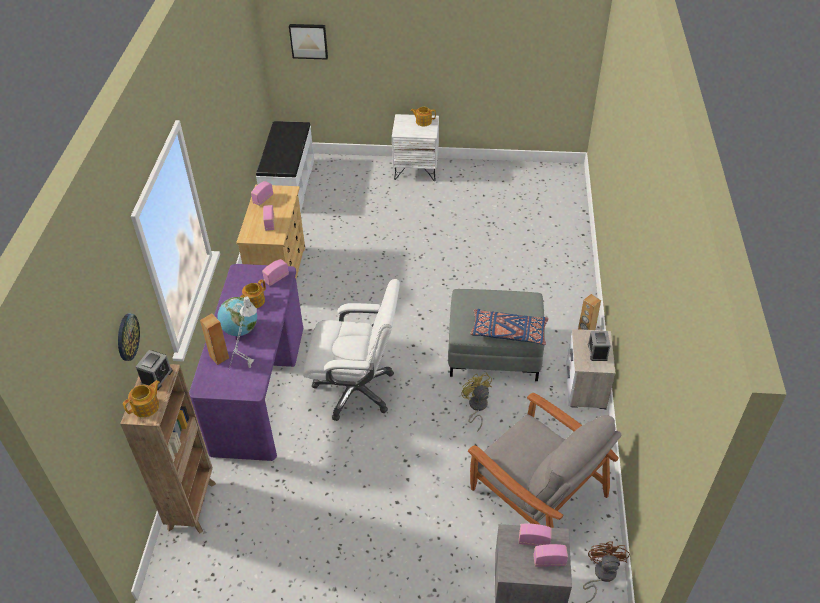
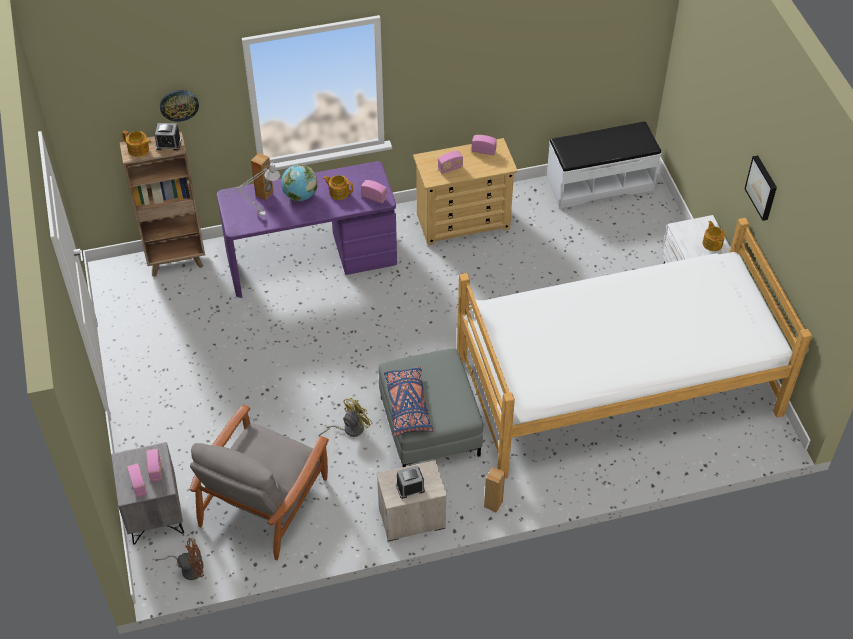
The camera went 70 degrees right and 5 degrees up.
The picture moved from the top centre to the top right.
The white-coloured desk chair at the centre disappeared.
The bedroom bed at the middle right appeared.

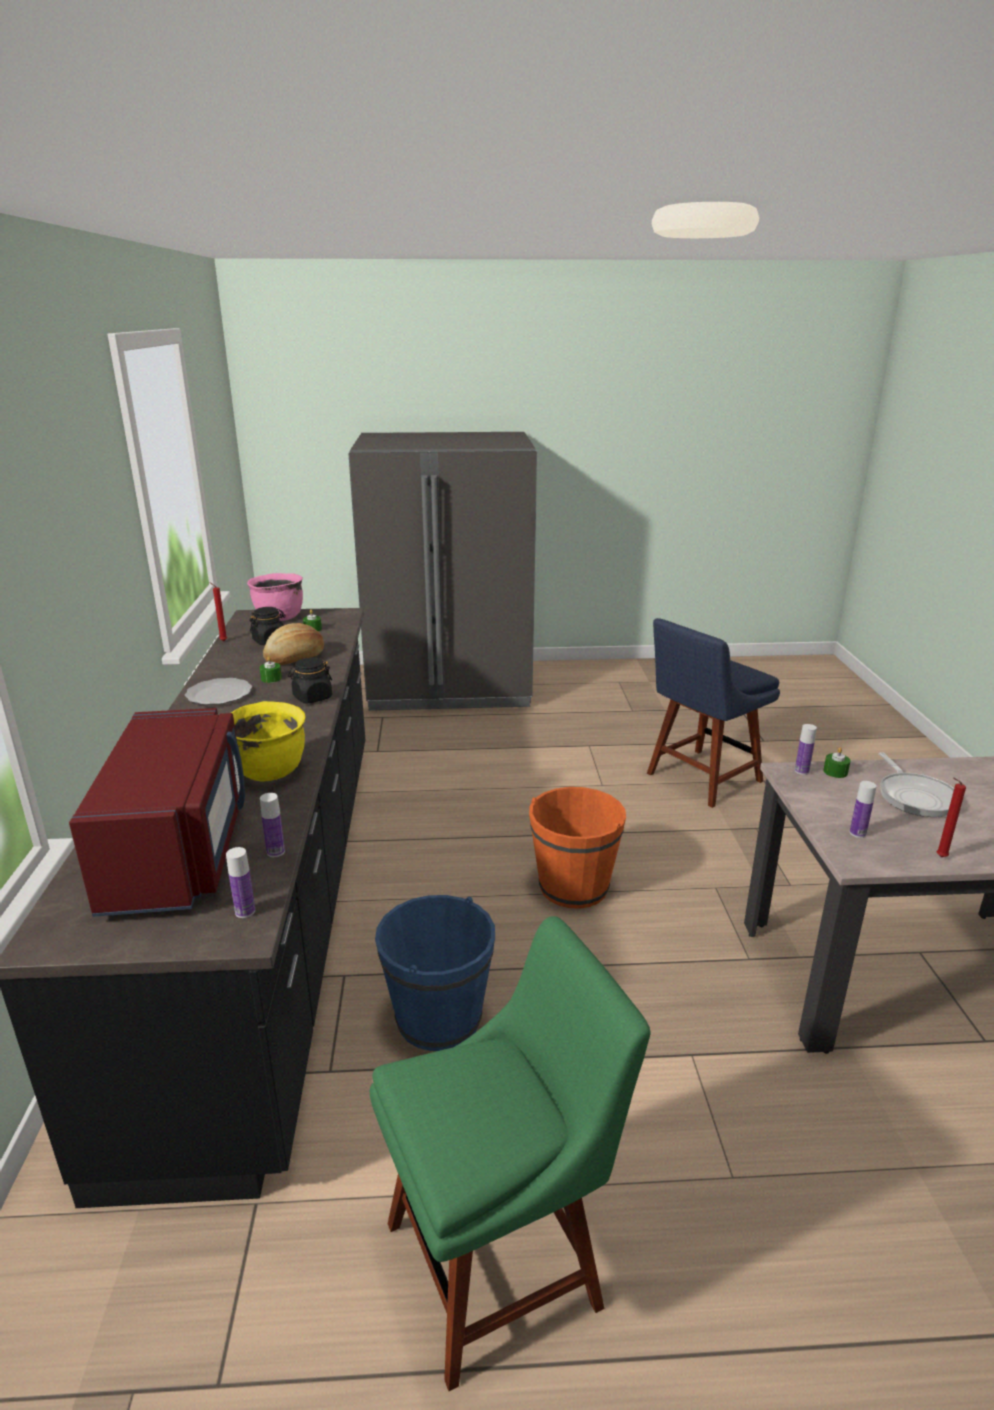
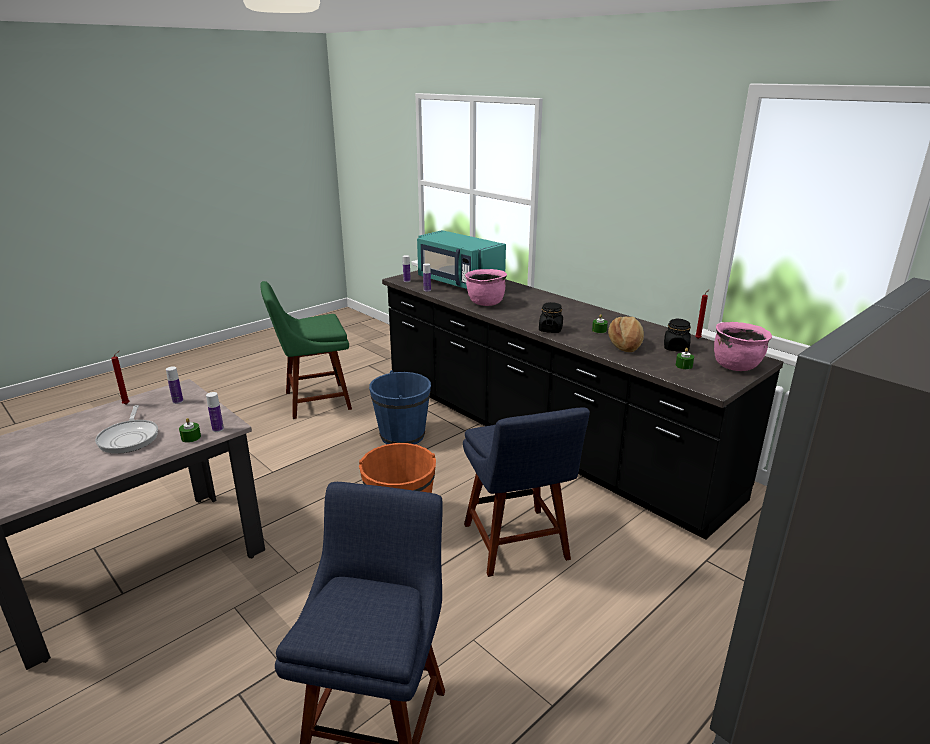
The camera went 140 degrees right and 0 degrees up.
The red microwave at the middle left became the blue-green microwave at the centre.
The dinner plate at the middle left disappeared.
The yellow-coloured saucepot at the middle left became the pink-coloured saucepot (1st from left) at the centre.
The green-coloured upright chair at the bottom centre turned 45 degrees clockwise.
The skillet at the middle right turned 150 degrees counterclockwise.
The bluish upright chair (2nd from left) at the centre appeared.

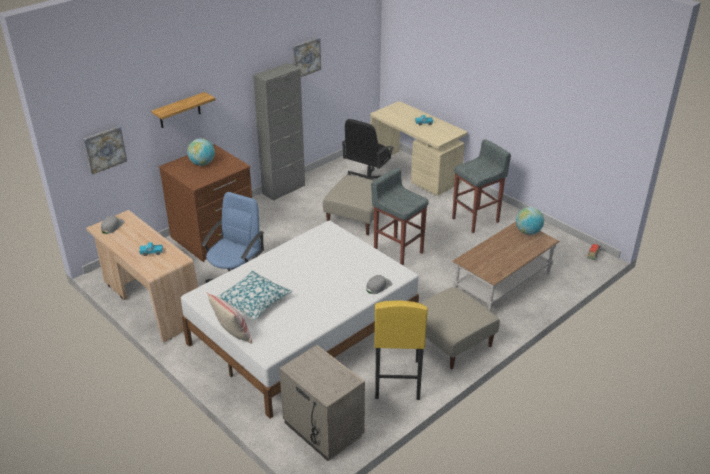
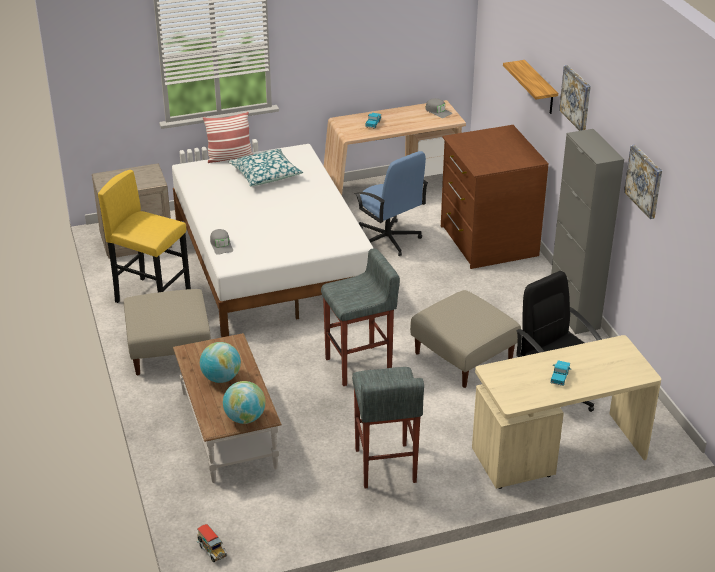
The camera went 115 degrees right and 0 degrees up.
The picture (1st from left) moved from the top left to the top right.
The desk globe (1st from left) moved from the top left to the middle left.

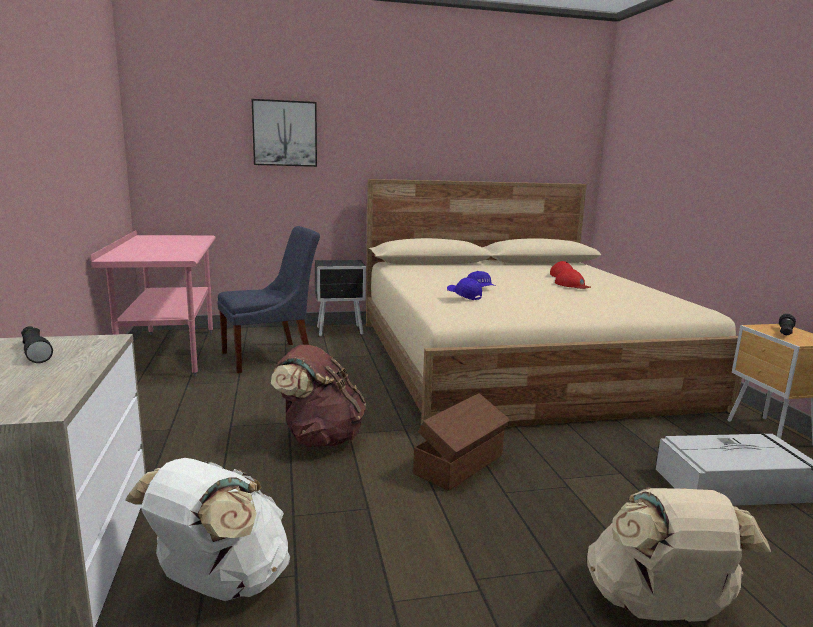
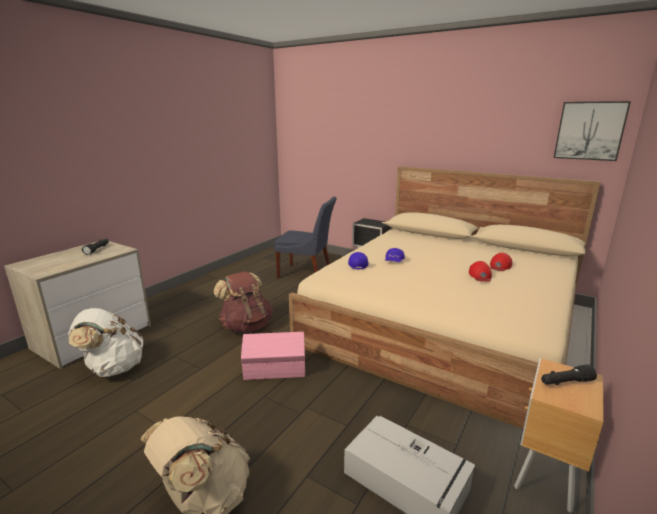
The camera went 45 degrees right and 5 degrees up.
The pink-coloured desk unit at the middle left disappeared.
The picture moved from the top centre to the top right.
The brown-coloured storage bin at the bottom centre became the pink-coloured storage bin at the bottom centre.

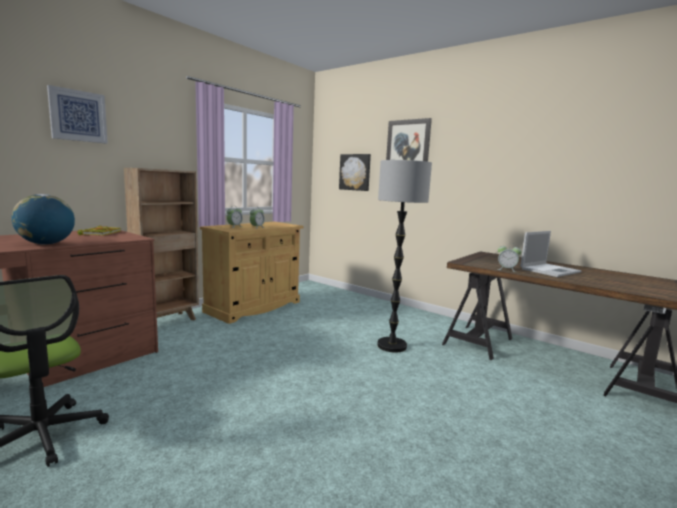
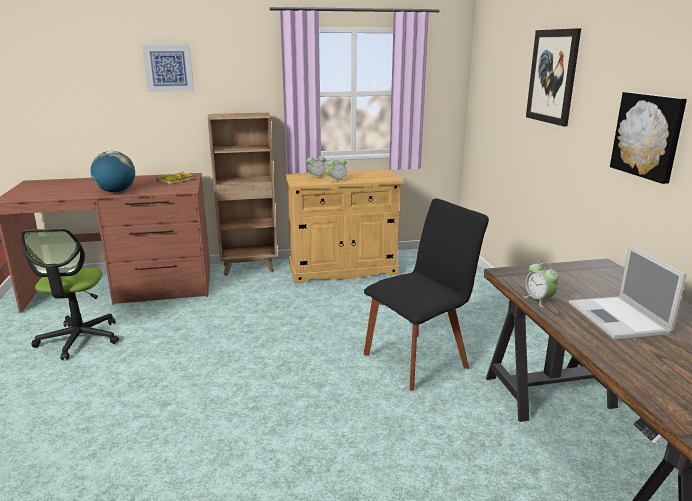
The camera went 40 degrees right and 10 degrees up.
The picture (2nd from left in the first image) moved from the centre to the top right.
The floor lamp at the centre was replaced by the black-coloured upright chair at the centre.
The laptop at the middle right turned 75 degrees clockwise.

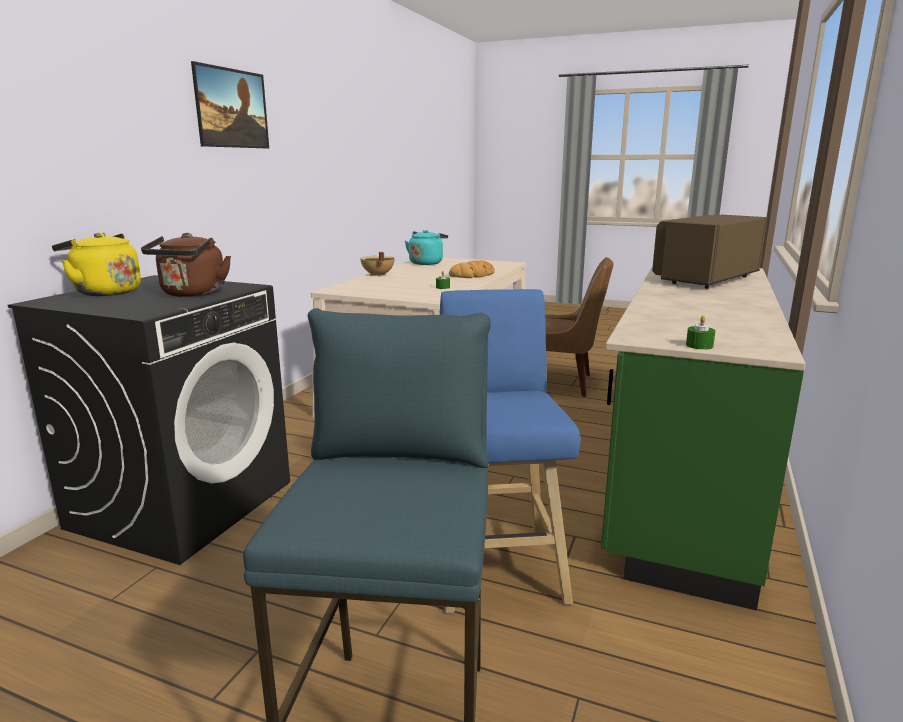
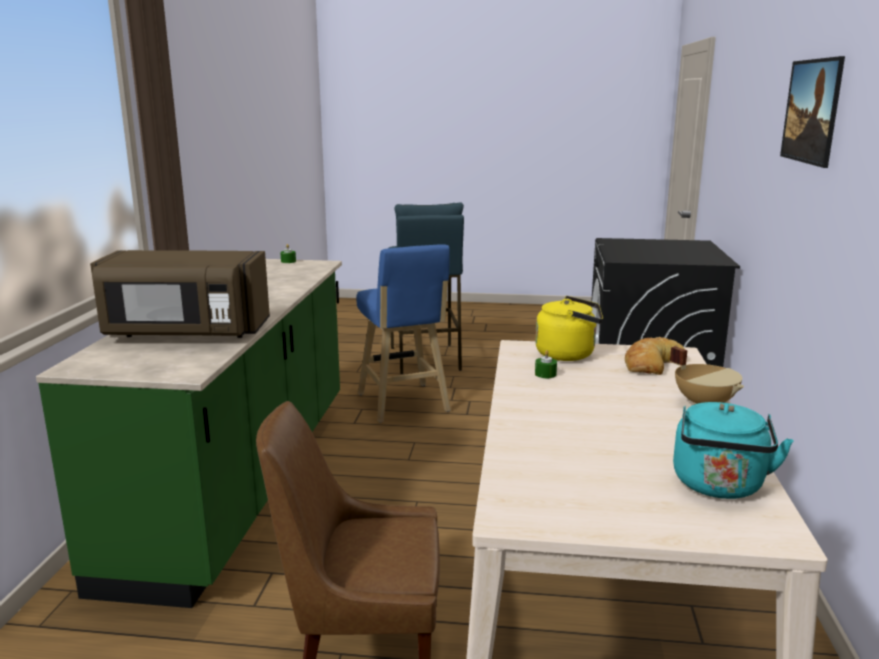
The camera went 165 degrees right and 0 degrees up.
The yellow-coloured kettle moved from the middle left to the centre.
The brown-coloured kettle at the middle left disappeared.
The baked bread moved from the centre to the middle right.
The brown-coloured microwave at the middle right turned 60 degrees clockwise.

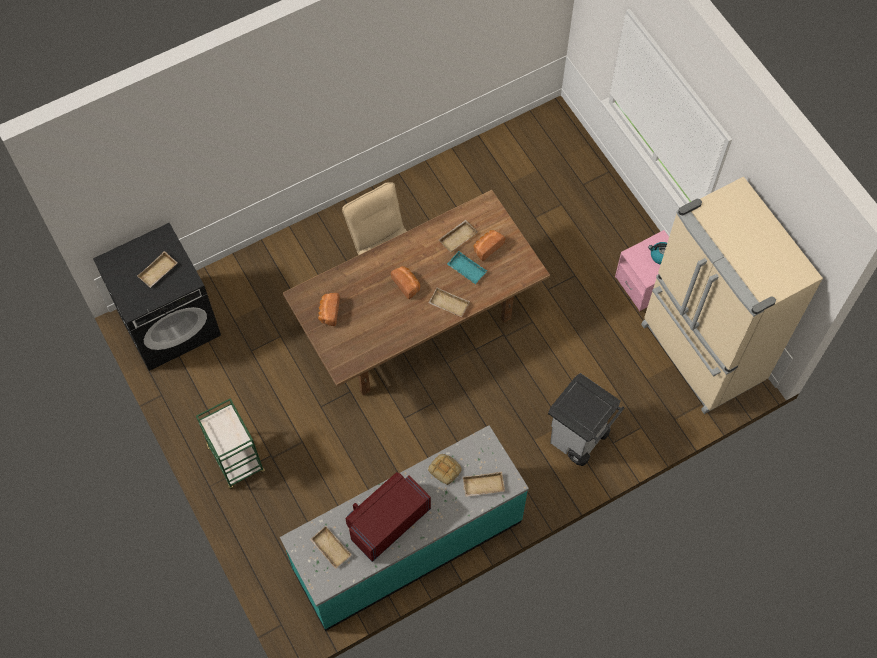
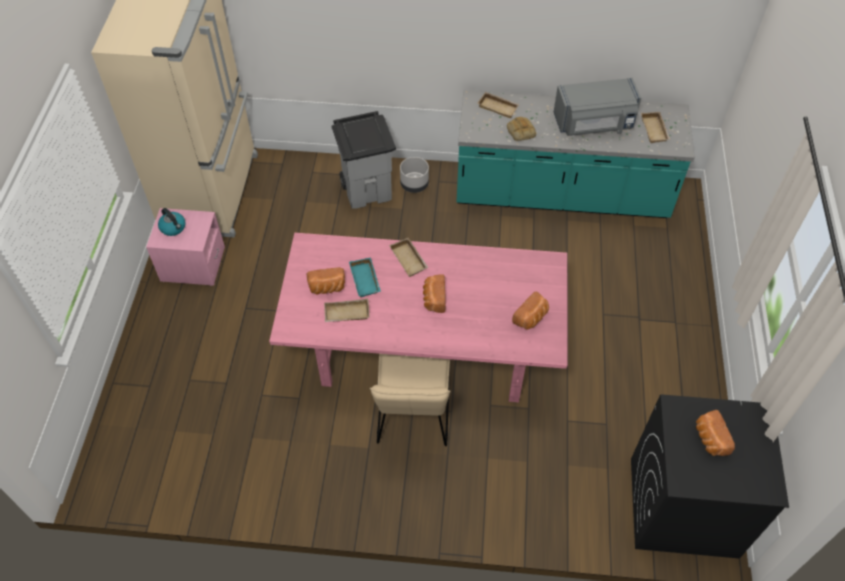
The camera went 145 degrees left and 10 degrees down.
The beige serving tray (1st from left) at the middle left was replaced by the baked bread (5th from left) at the bottom right.
The green-coloured wheeled cart at the bottom left disappeared.
The brown-coloured kitchen table at the centre became the pink-coloured kitchen table at the centre.
The red microwave at the bottom centre became the gray microwave at the top right.
The gray flower pot at the top centre appeared.

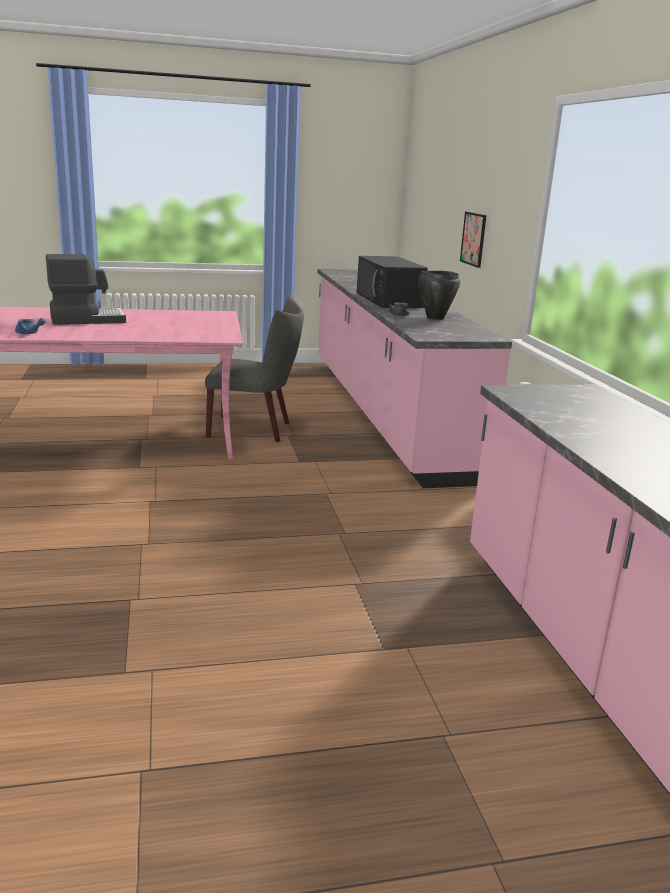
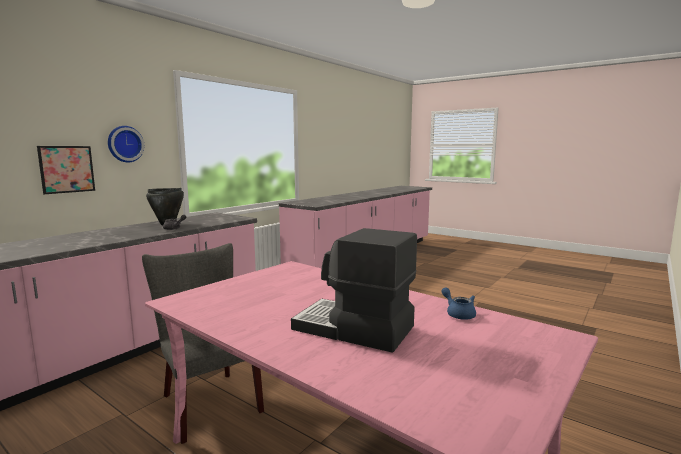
The camera went 130 degrees left and 10 degrees down.
The black-coloured microwave at the top centre disappeared.
The hanging clock at the top left appeared.

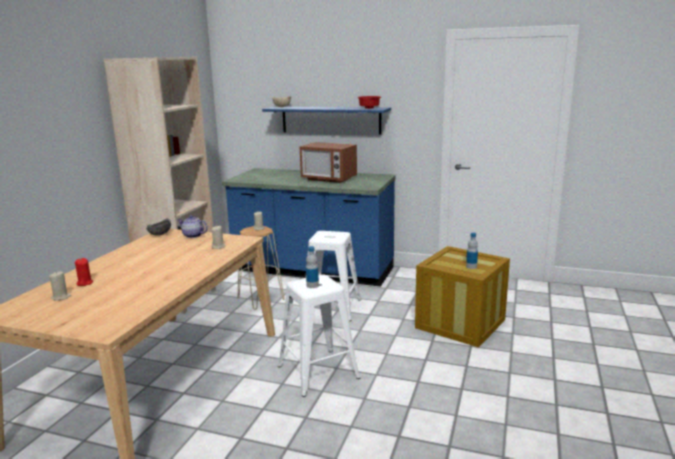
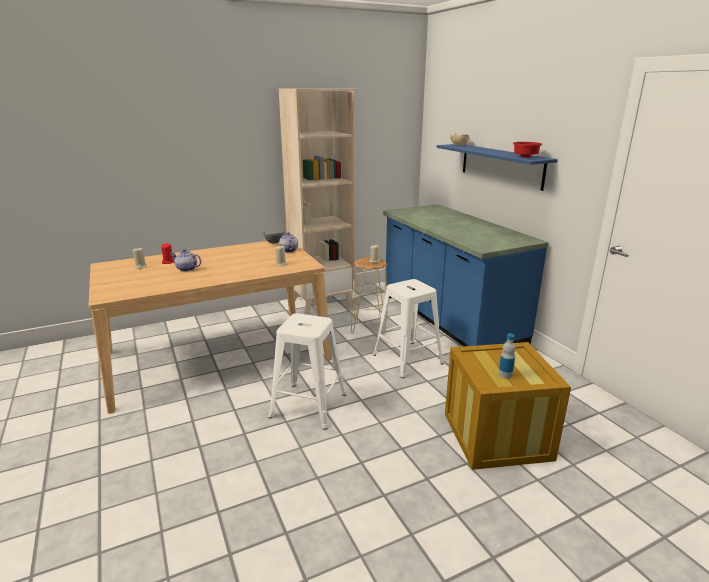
The camera went 45 degrees right and 5 degrees up.
The microwave at the centre disappeared.
The drink bottle (1st from left) at the centre disappeared.
The pot for tea (1st from left) at the middle left appeared.

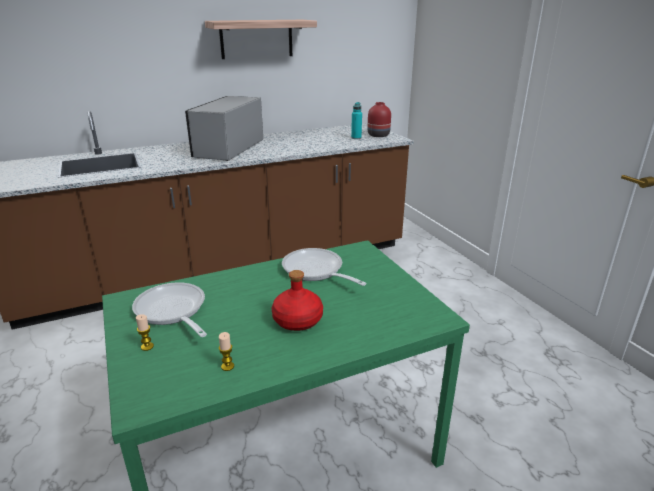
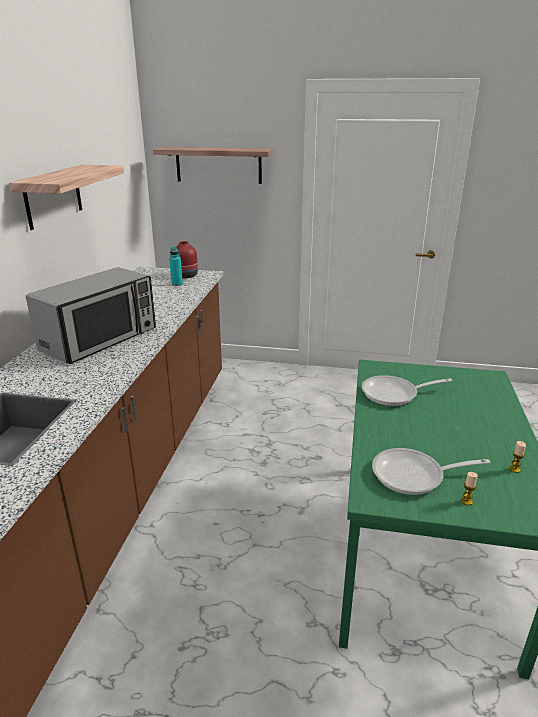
The camera went 55 degrees left and 0 degrees up.
The microwave at the top centre turned 105 degrees counterclockwise.
The red drink bottle at the centre disappeared.
The bracket shelf (2nd from left) at the top centre appeared.

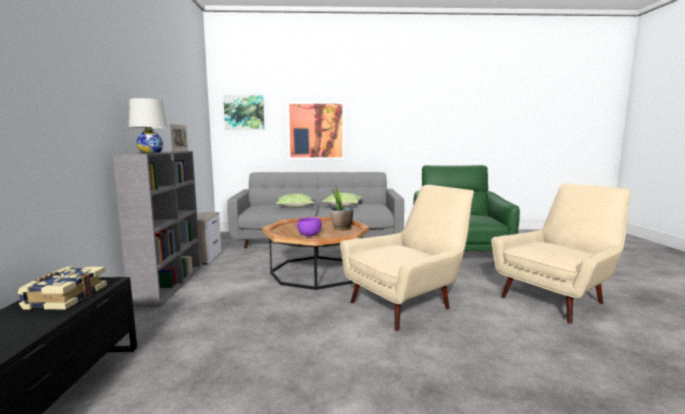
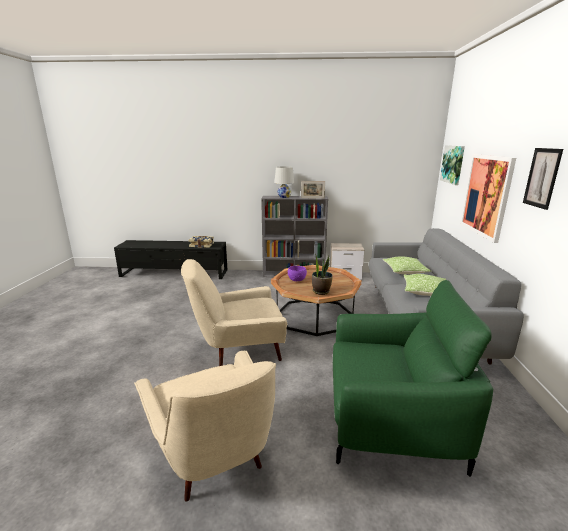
The camera went 95 degrees right and 10 degrees up.
The beige easy chair (1st from left in the first image) at the centre turned 105 degrees clockwise.
The picture (3rd from left) at the middle right appeared.

